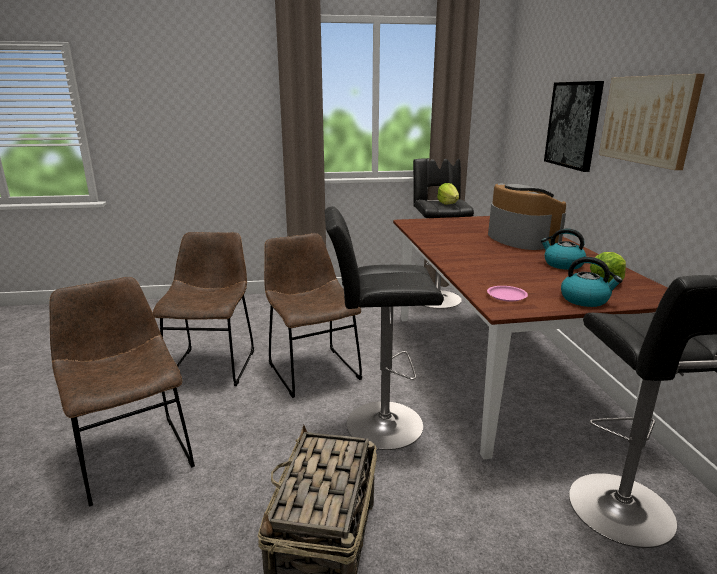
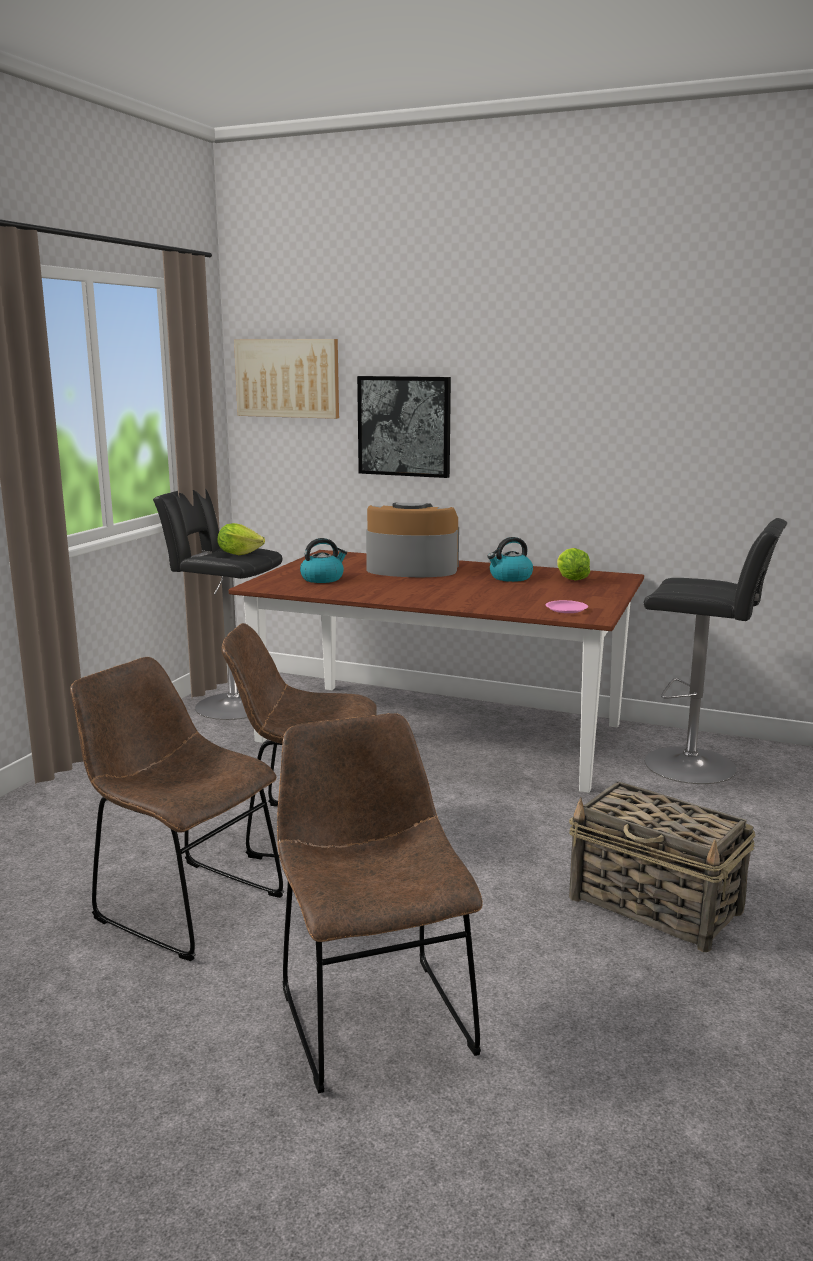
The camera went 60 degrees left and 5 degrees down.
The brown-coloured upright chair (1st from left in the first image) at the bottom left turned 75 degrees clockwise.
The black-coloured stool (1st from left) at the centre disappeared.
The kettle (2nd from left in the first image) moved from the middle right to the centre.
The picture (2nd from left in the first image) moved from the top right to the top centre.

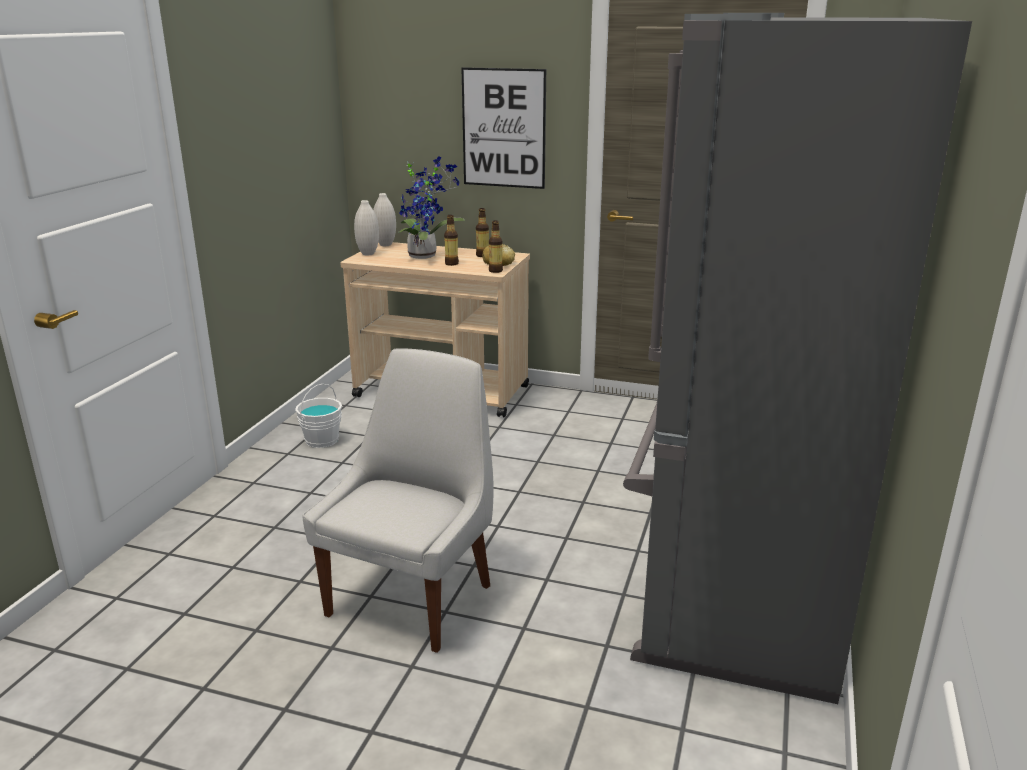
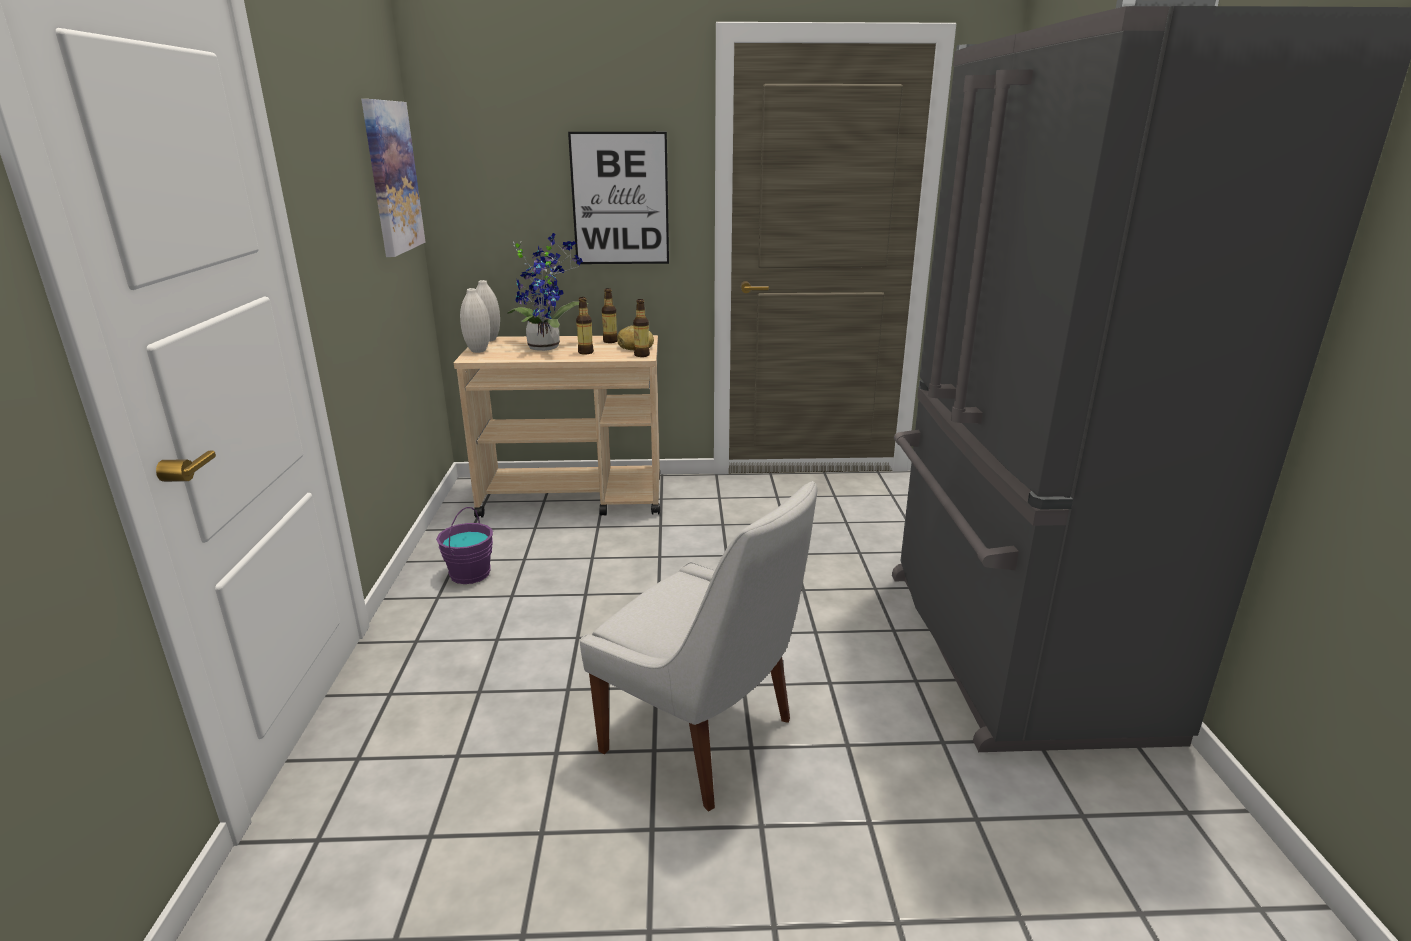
The camera went 20 degrees left and 0 degrees up.
The white-coloured water bucket at the middle left became the purple water bucket at the middle left.
The white-coloured upright chair at the centre turned 120 degrees clockwise.
The picture (1st from left) at the top left appeared.

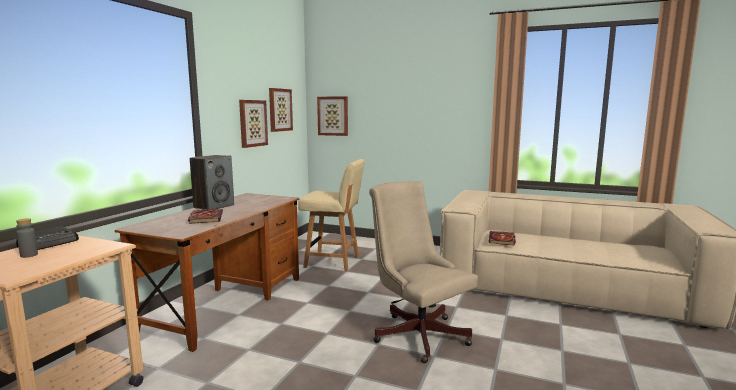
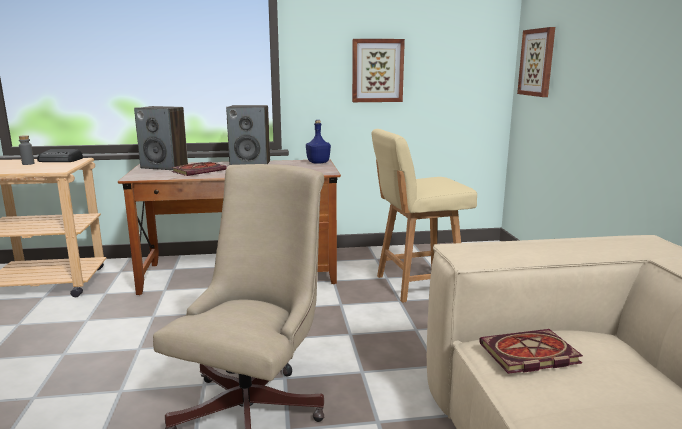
The camera went 60 degrees right and 5 degrees up.
The picture (2nd from left) at the top centre disappeared.
The beige upright chair at the centre turned 90 degrees clockwise.
The loudspeaker (1st from left) at the top left appeared.
The bluish drink bottle at the top centre appeared.

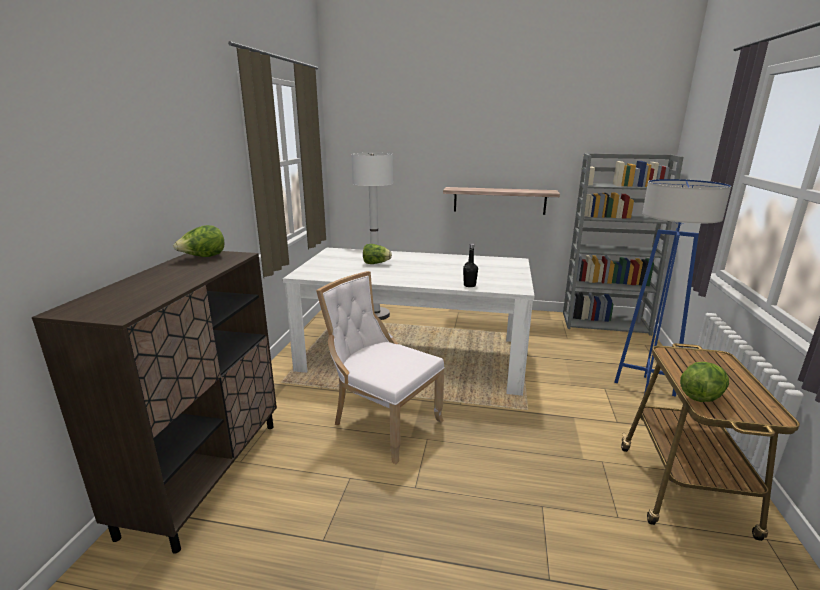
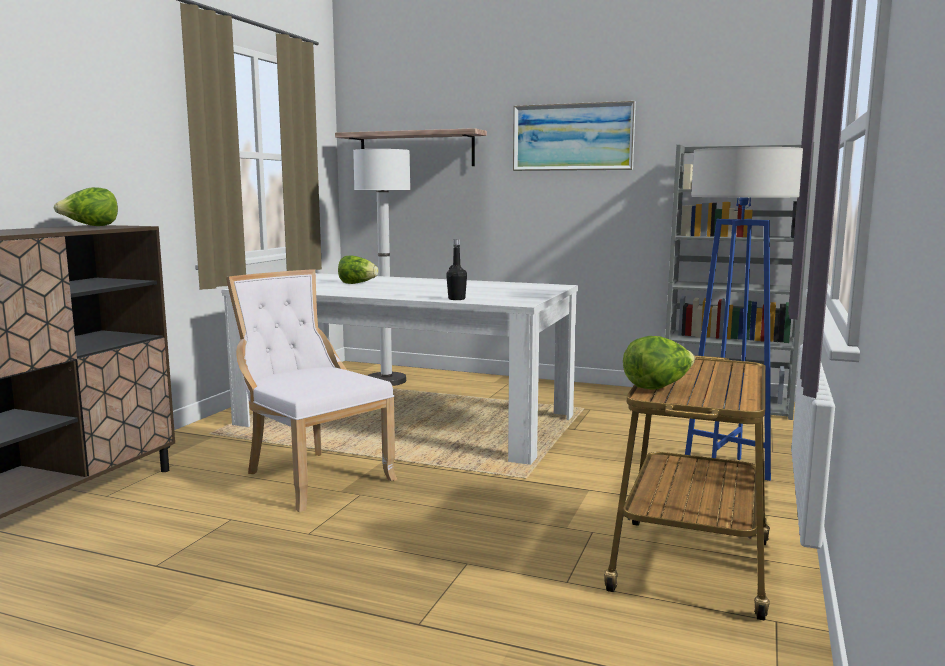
The camera went 10 degrees right and 10 degrees down.
The bracket shelf moved from the centre to the top centre.
The picture at the top centre appeared.

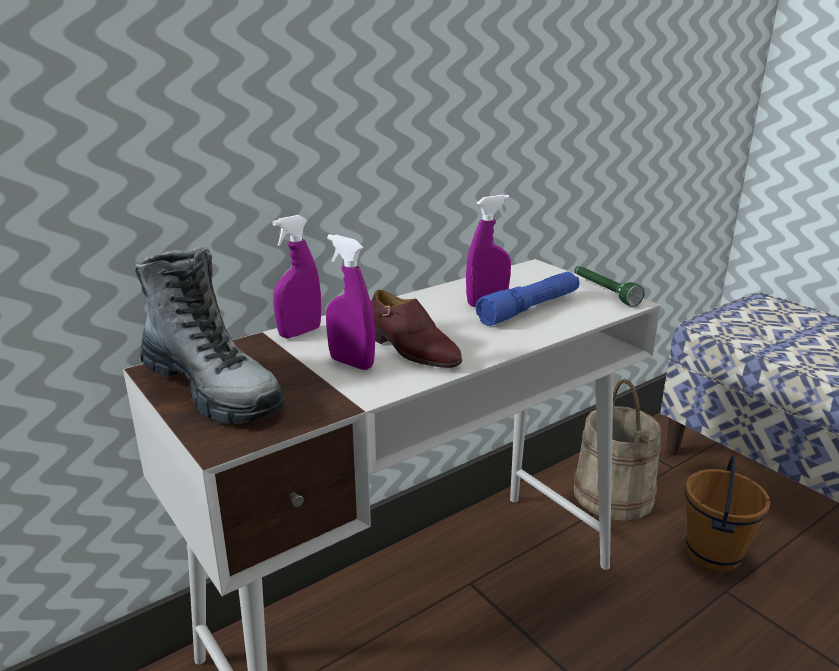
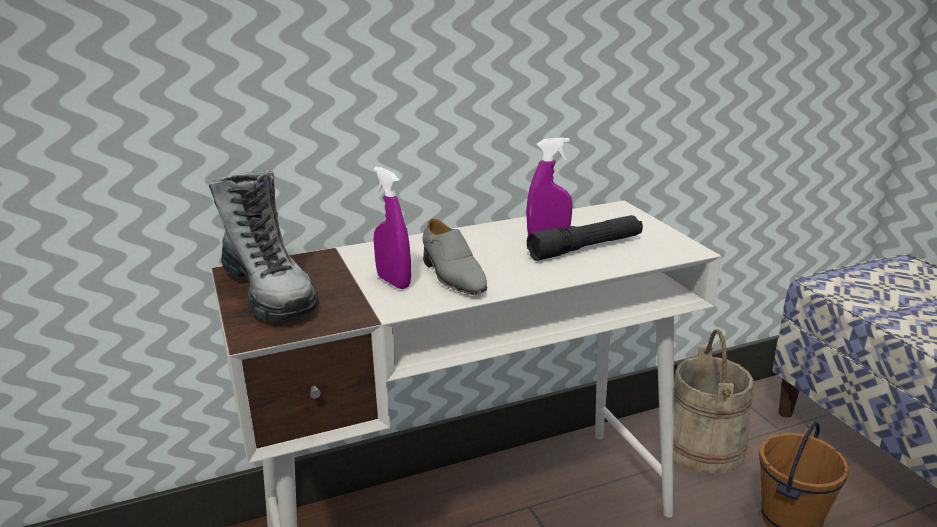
The camera went 15 degrees right and 0 degrees up.
The purple hand sprayer (1st from left) at the centre disappeared.
The brown-coloured shoe at the centre became the gray shoe at the centre.
The bluish flashlight at the centre became the black-coloured flashlight at the centre.
The green-coloured flashlight at the middle right disappeared.

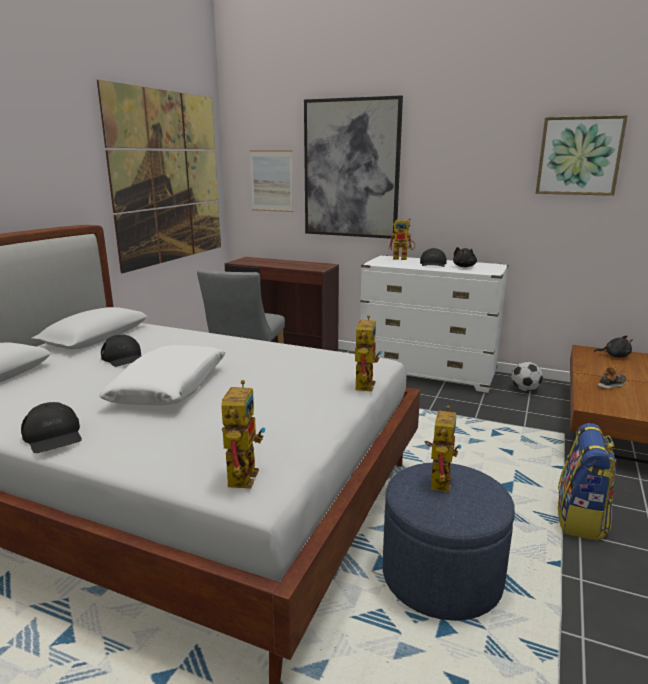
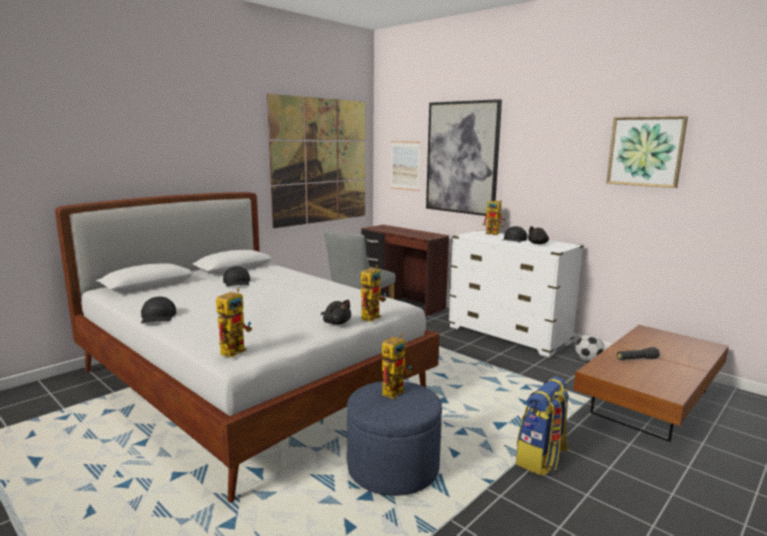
The camera went 20 degrees right and 5 degrees down.
The white-coloured cushion at the middle left disappeared.
The black-coloured plush toy (2nd from left in the first image) moved from the middle right to the centre.
The shoe at the middle right was replaced by the black-coloured flashlight at the middle right.

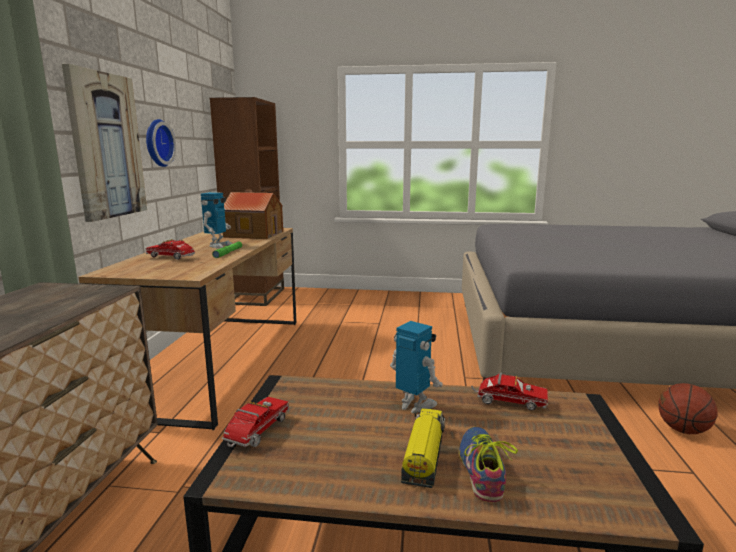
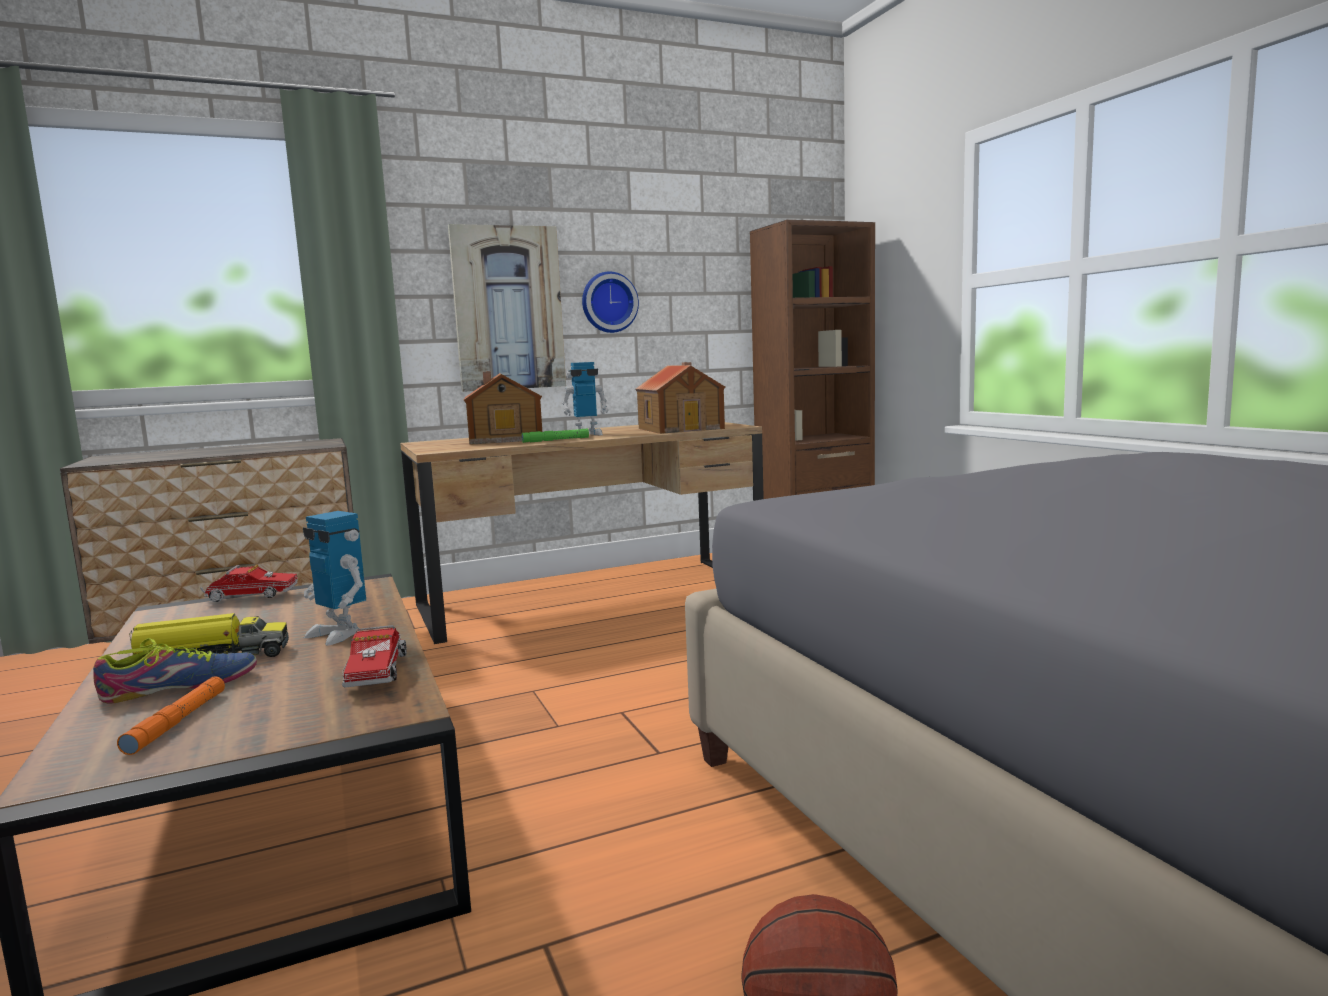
The camera went 60 degrees right and 5 degrees down.
The model truck (1st from left) at the middle left was replaced by the model house (1st from left) at the centre.
The robot figure (2nd from left in the first image) at the centre turned 120 degrees clockwise.
The orange-coloured flashlight at the bottom left appeared.

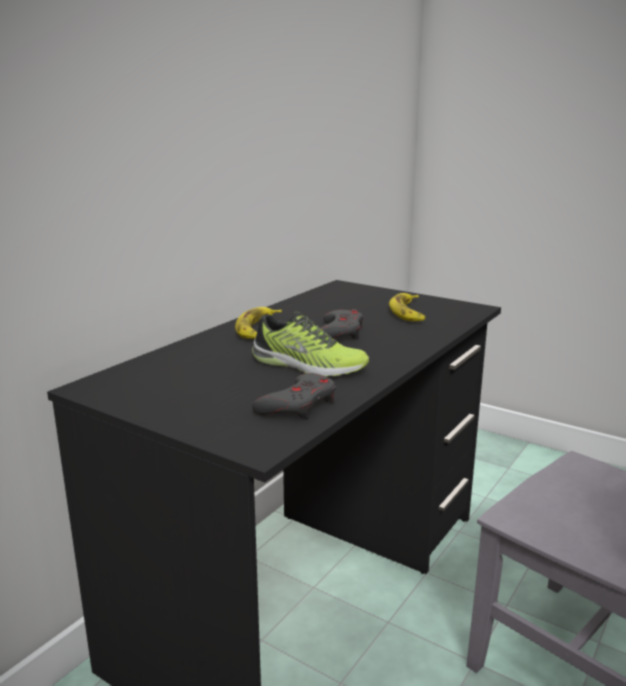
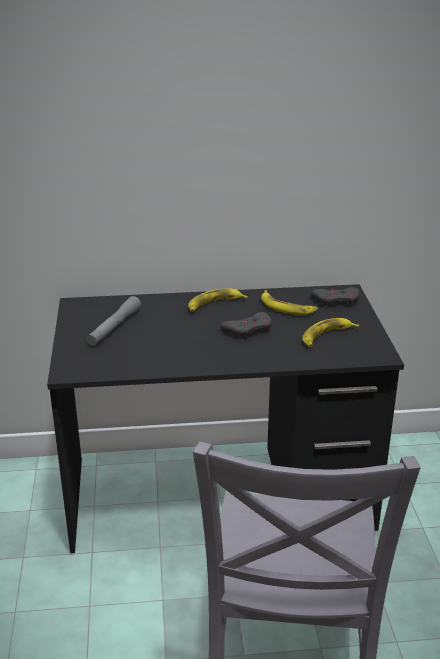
The camera went 50 degrees right and 10 degrees up.
The shoe at the centre disappeared.
The gray joypad (1st from left in the first image) moved from the centre to the middle right.
The gray flashlight at the middle left appeared.
The banana fruit (2nd from left) at the centre appeared.

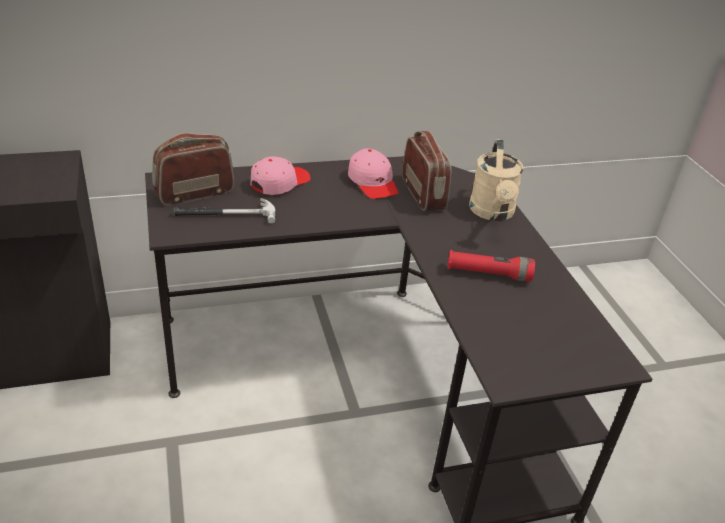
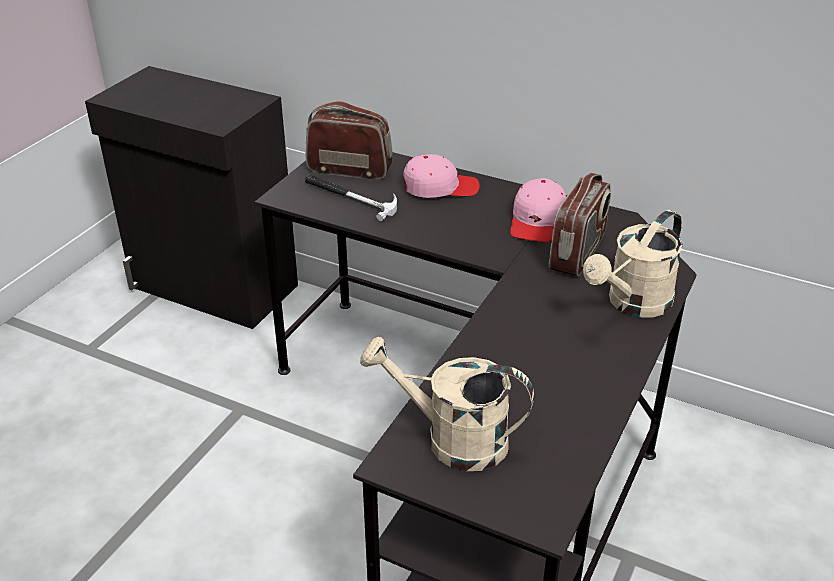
The camera went 45 degrees right and 0 degrees up.
The red flashlight at the middle right disappeared.
The beige watering pot (1st from left) at the bottom centre appeared.

